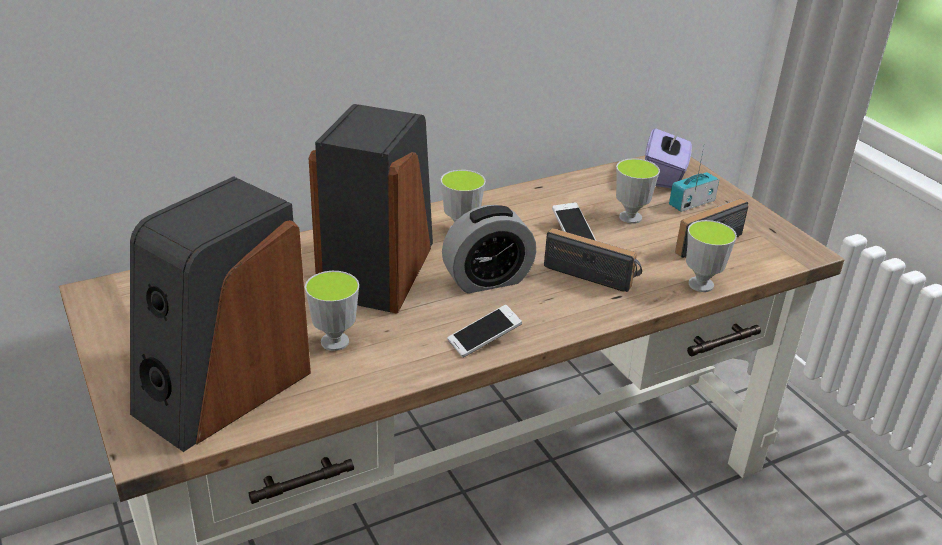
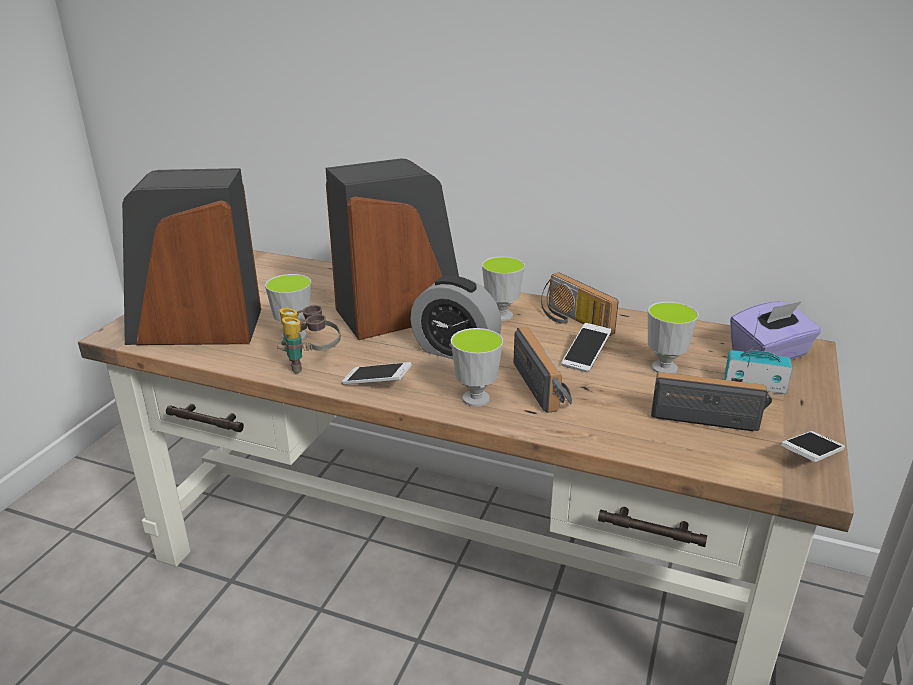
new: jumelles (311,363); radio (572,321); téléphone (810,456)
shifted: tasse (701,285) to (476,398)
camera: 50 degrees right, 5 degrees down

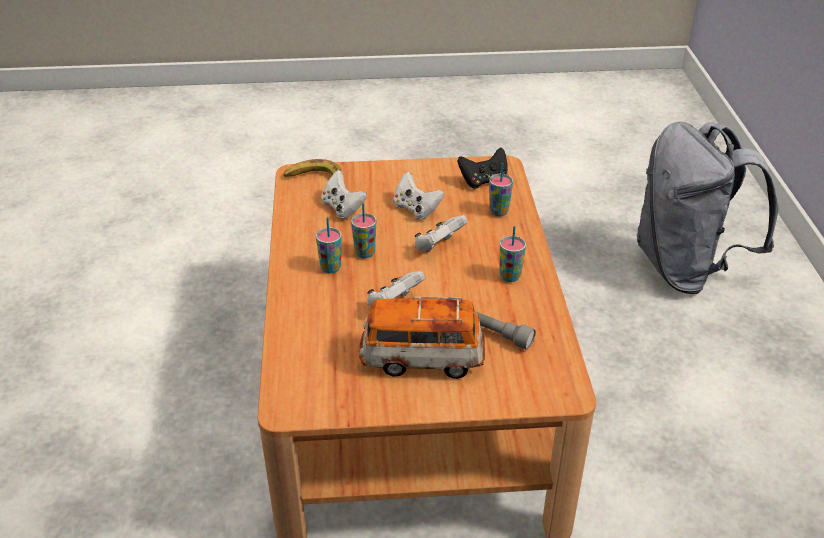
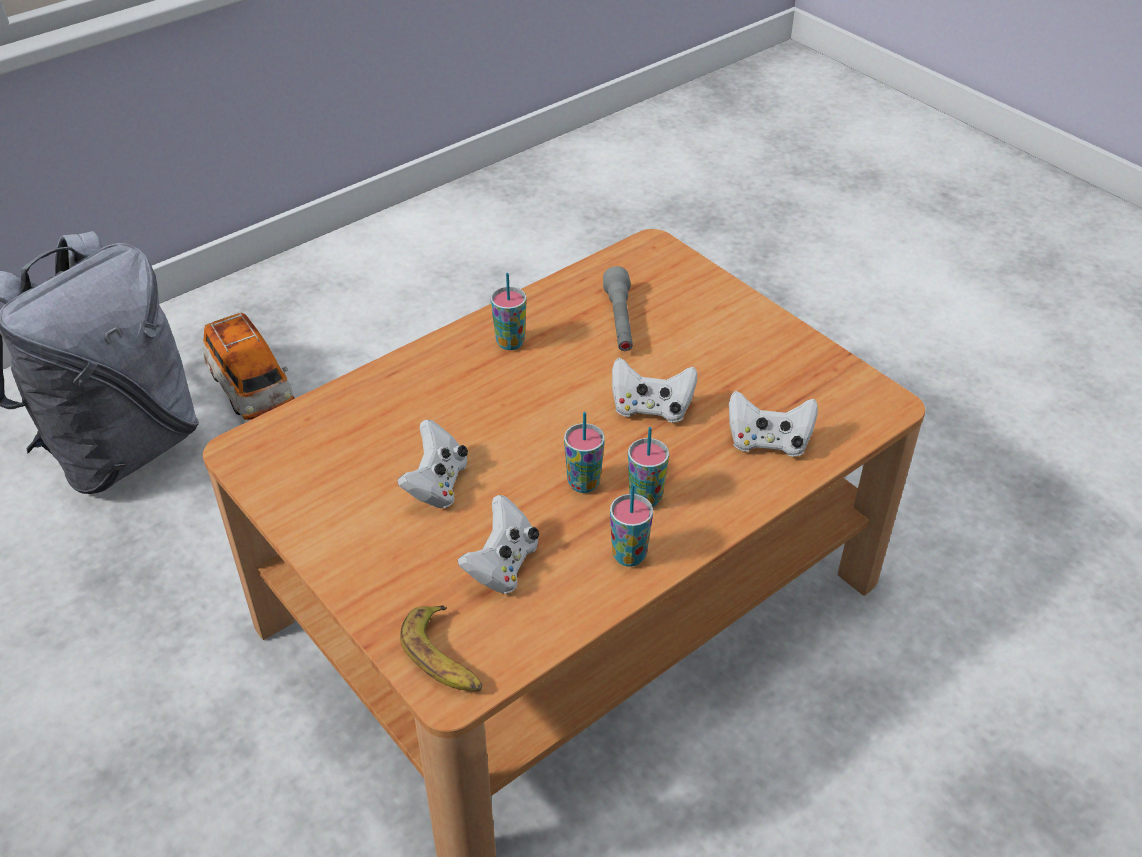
gone: manette [noir] (483,181)
shifted: petite voiture (421,359) to (251,389); manette [blanc] (438,246) to (768,442); tasse (498,212) to (629,555)
camera: 125 degrees left, 5 degrees up

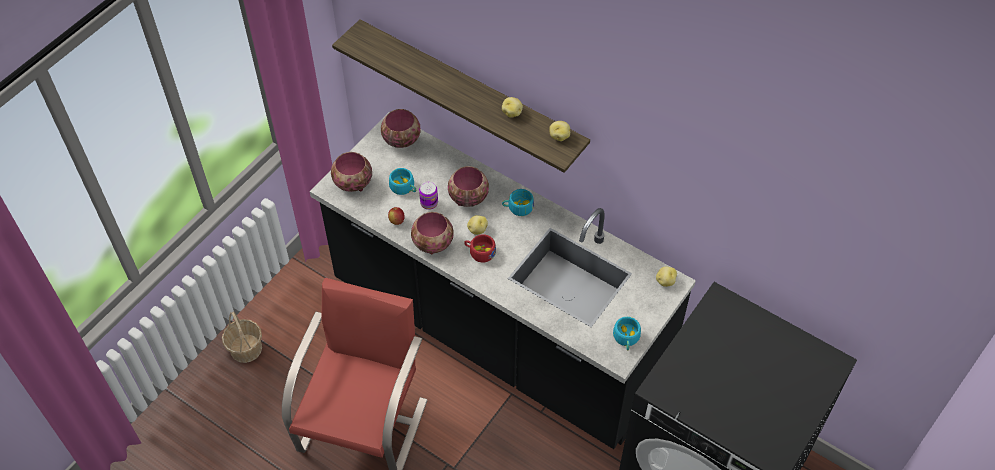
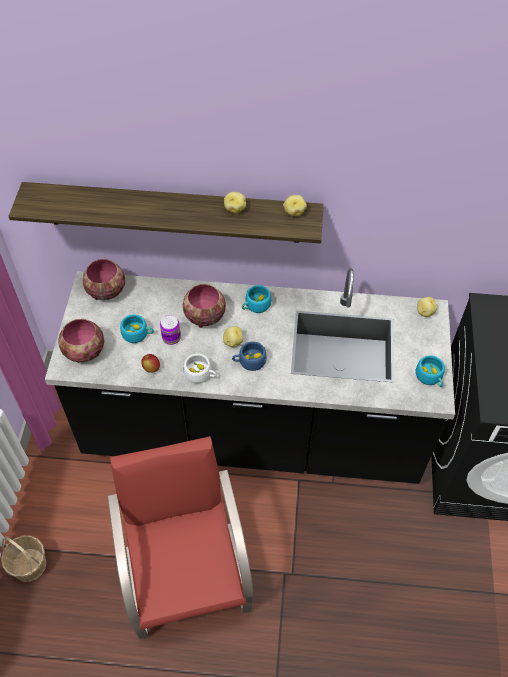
swapped: bol (433,244) to tasse [blanc] (201,374)
repainted: tasse [rouge] (479,252) to tasse [bleu] (249,361)
camera: 30 degrees left, 0 degrees up

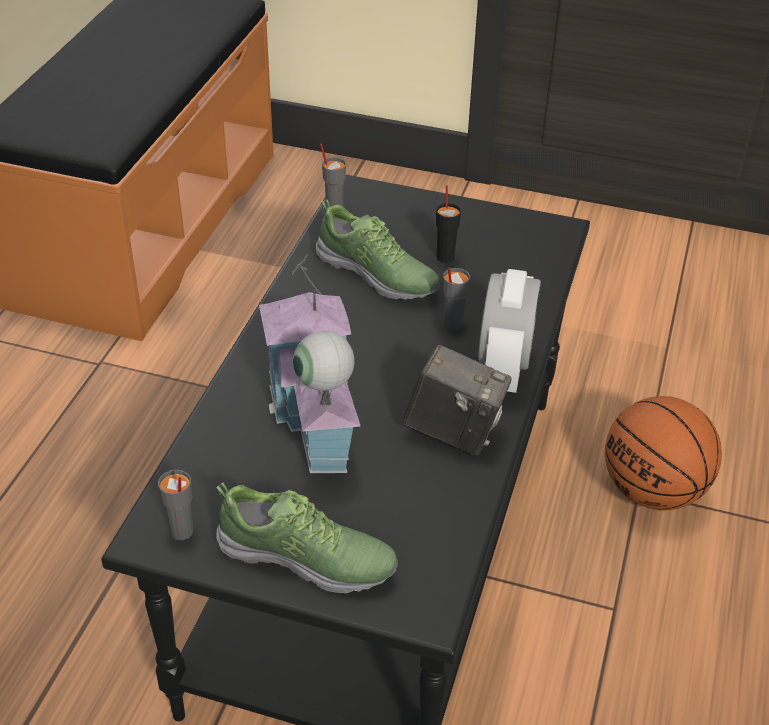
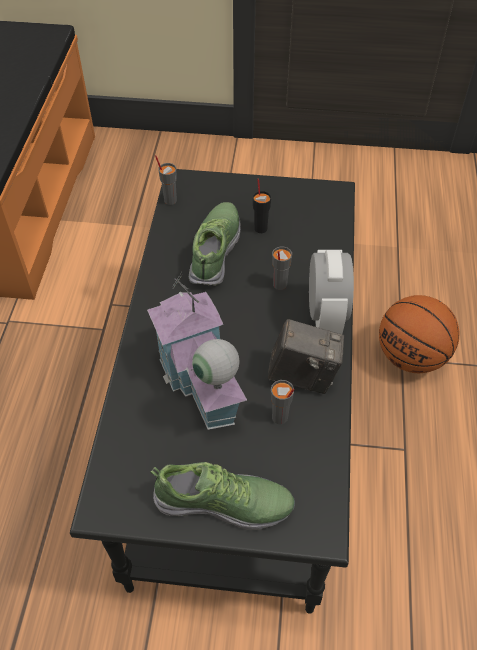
shifted: tasse [gris] (181,532) to (280,418)
rotated: chaussure (378,274) = (215,251) 105 degrees counterclockwise
camera: 10 degrees left, 10 degrees up

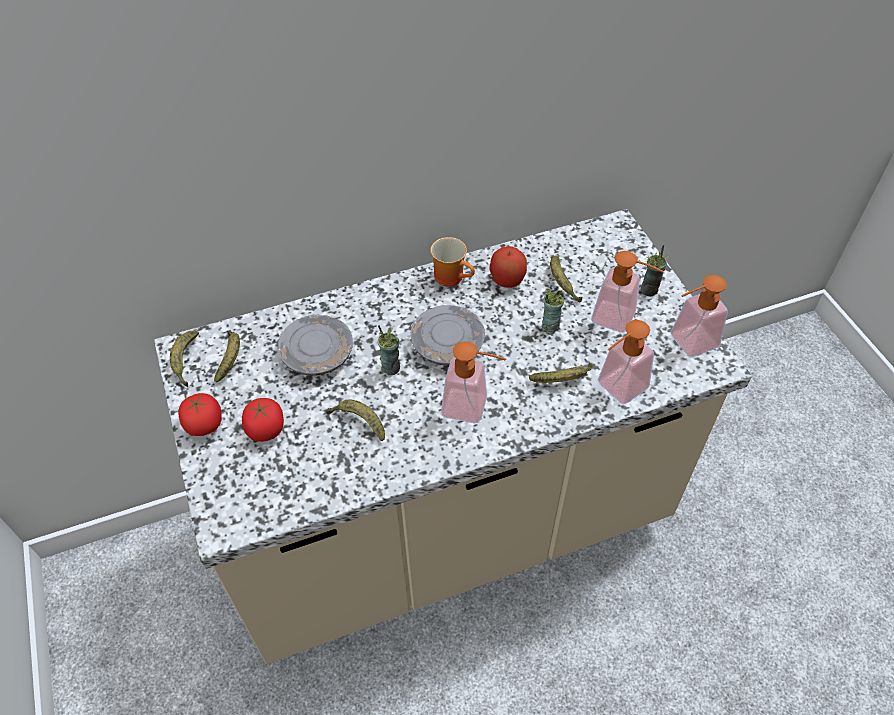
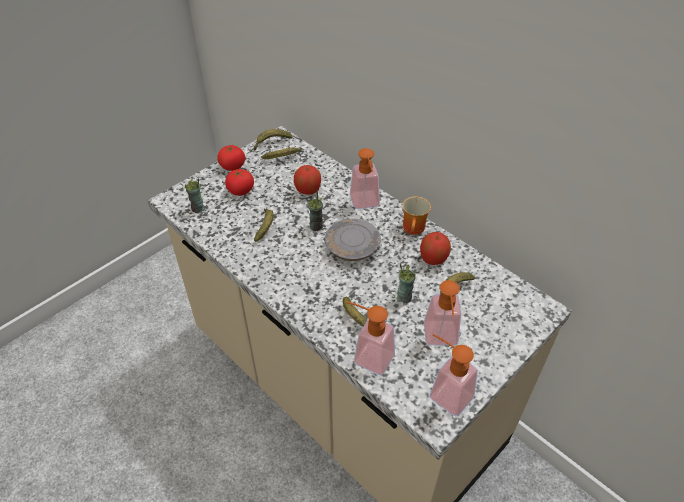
shifted: distributeur de savon (473,408) to (365,204); tasse (649,290) to (198,209)
swapped: assiette [gris] (317,354) to pomme (308,190)
camera: 65 degrees right, 5 degrees down

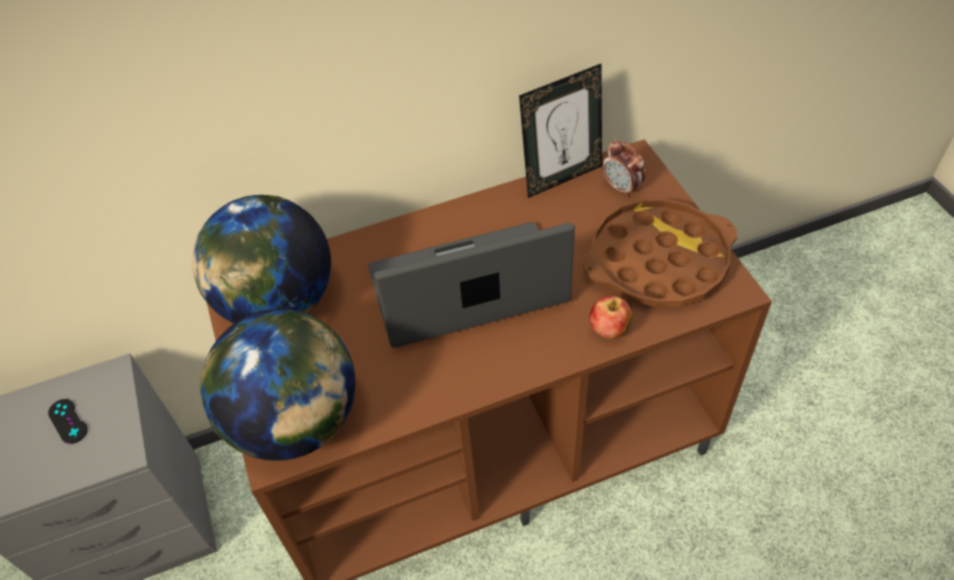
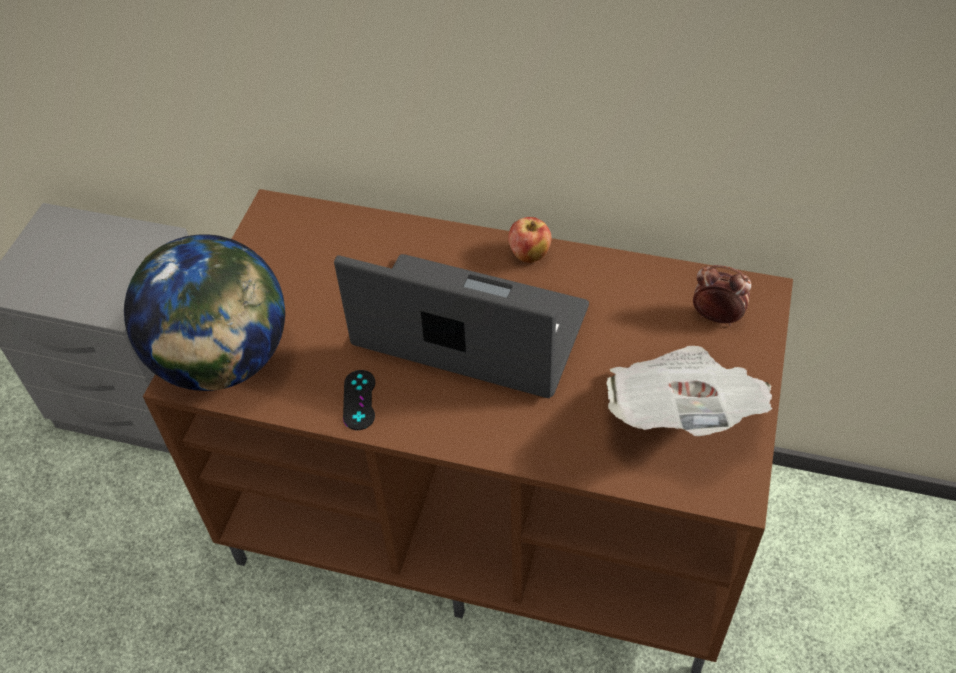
gone: globe (278,304); cadre photo (561,177)
shifted: manette [noir] (68,421) to (359,400); pomme (608,330) to (529,255)
swapped: plateau [marron] (657,261) to journal (681,413)
rotated: réveil (621,188) = (716,317) 120 degrees clockwise
camera: 35 degrees right, 0 degrees up

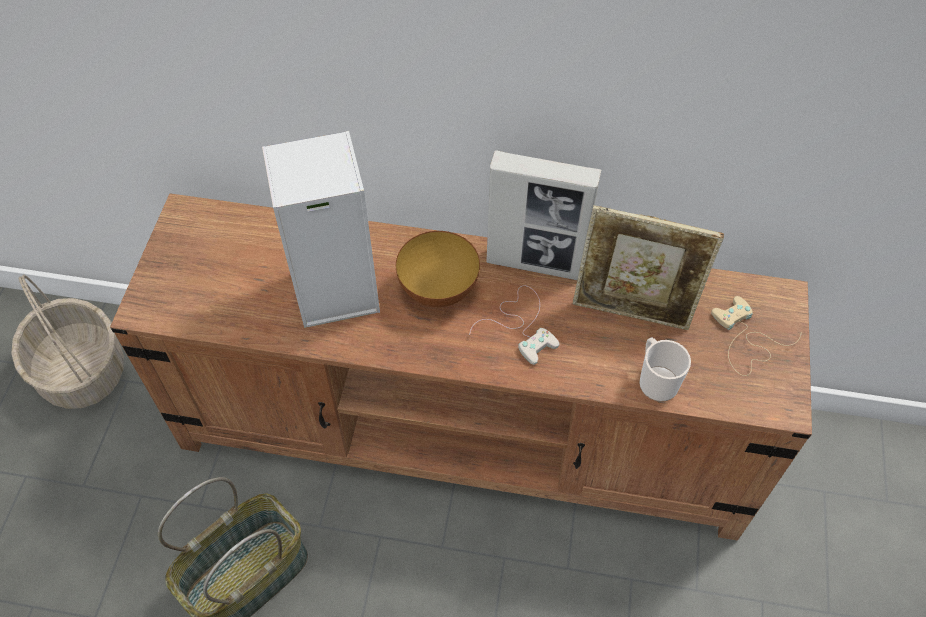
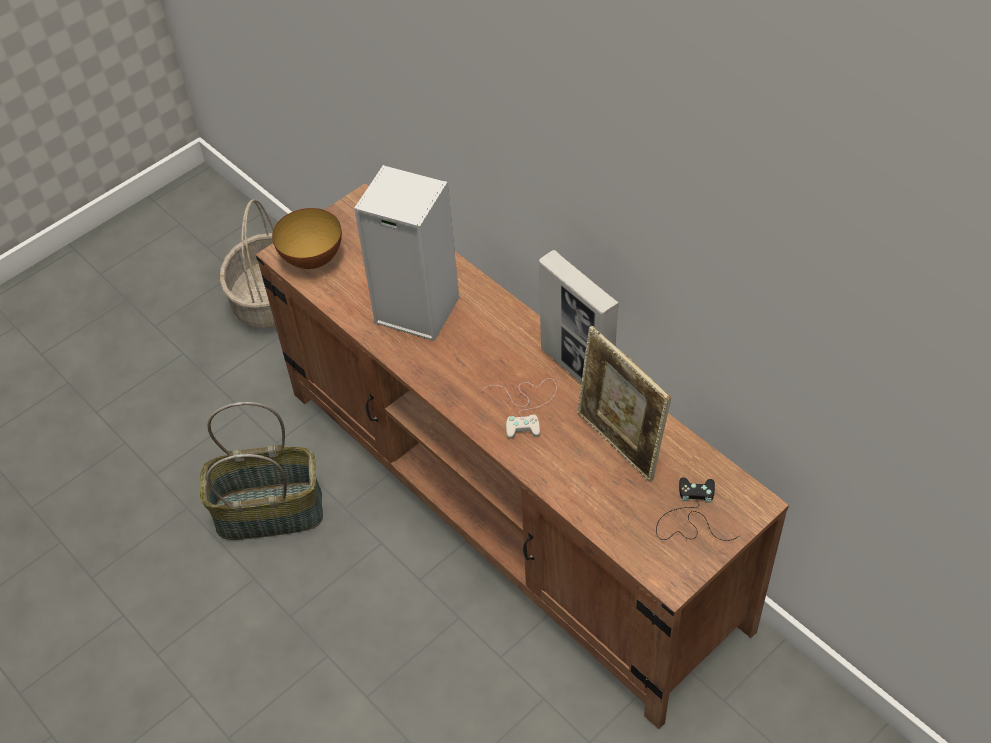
gone: mug (656,380)
shifted: bol (438,291) to (312,259)
repainted: manette [beige] (746,340) to manette [noir] (690,516)
camera: 40 degrees right, 5 degrees down

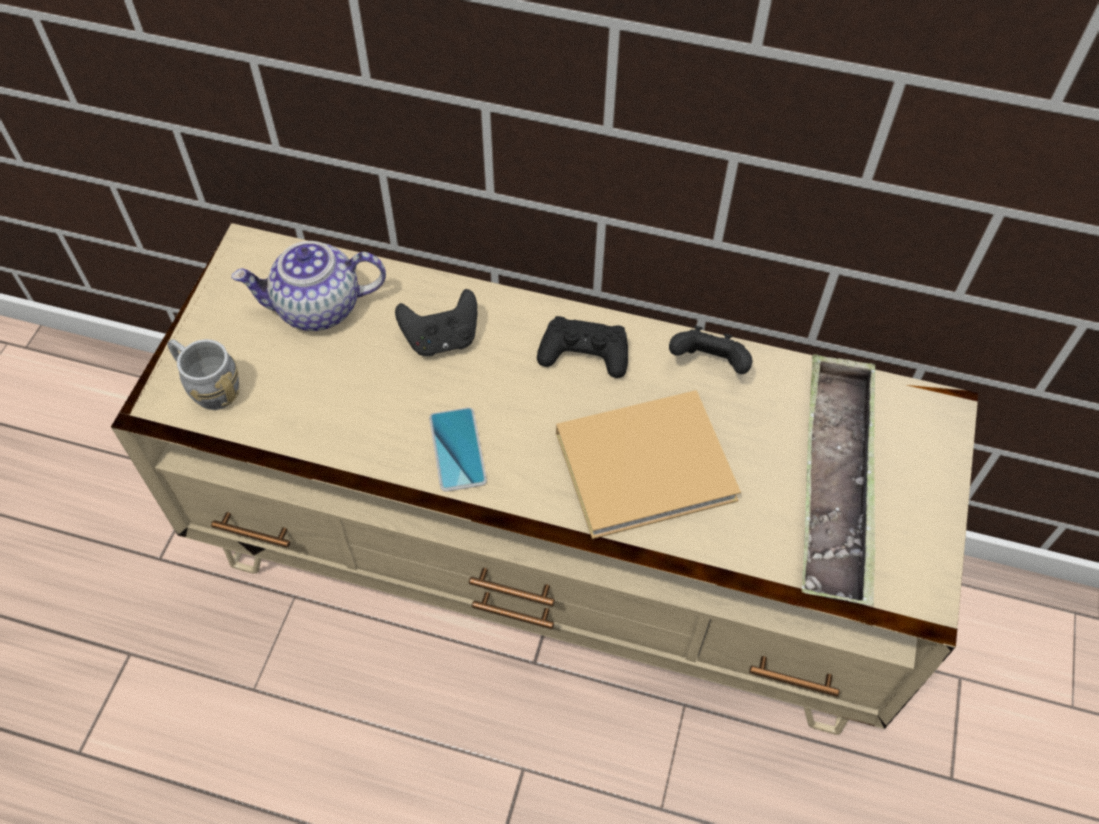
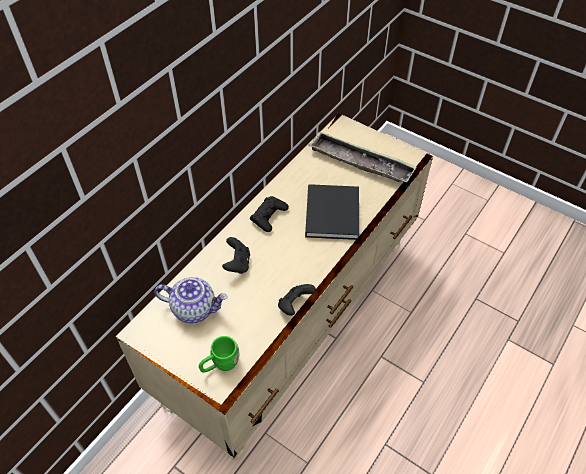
gone: téléphone (457,449)
shifted: manette [noir] (709,365) to (294,305)
repainted: mug [gris] (208,387) to mug [vert] (220,365); livre [beige] (650,465) to livre [noir] (332,212)
rotated: théière (318,308) = (194,308) 90 degrees counterclockwise
camera: 70 degrees left, 5 degrees down

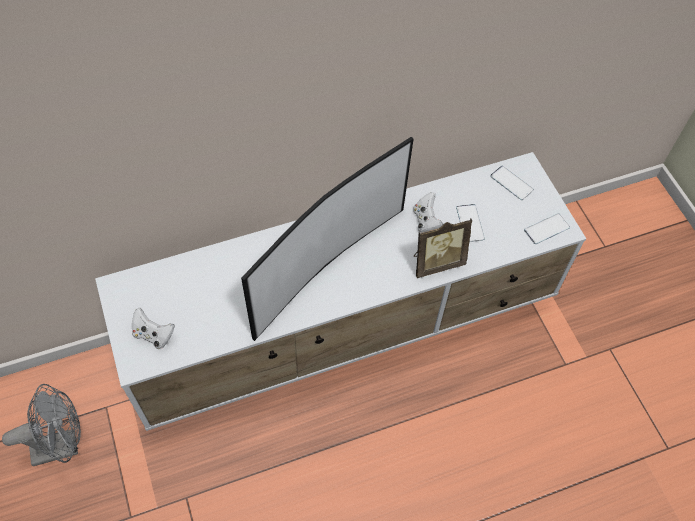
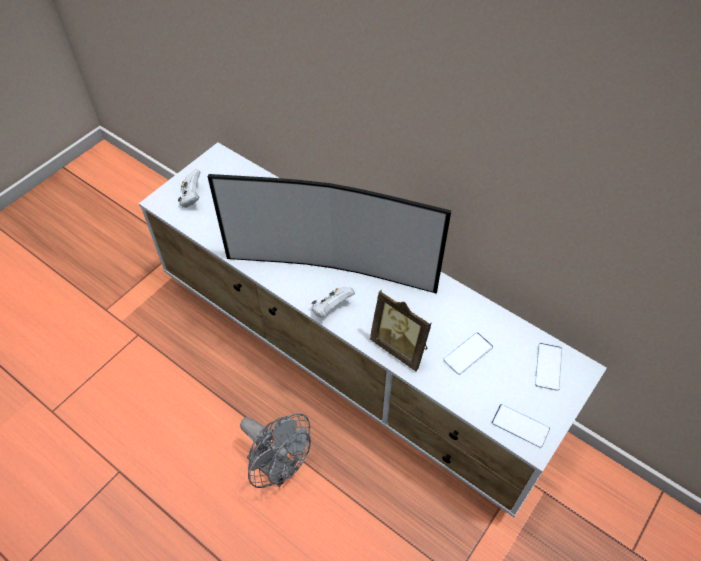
shifted: ventilateur [gris] (62,445) to (279,468); manette [blanc] (426,221) to (331,308)
camera: 60 degrees right, 5 degrees down

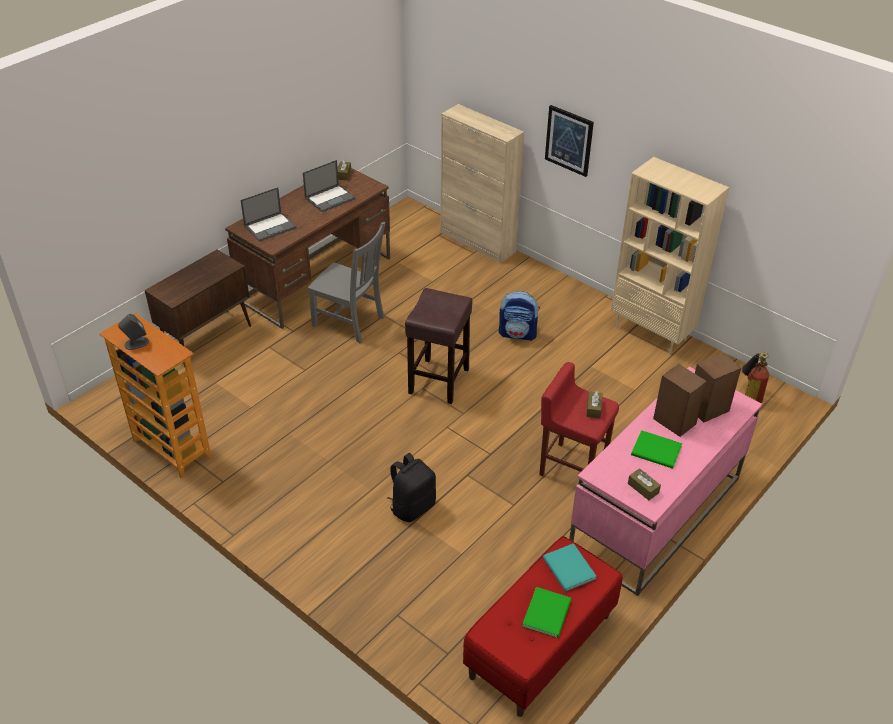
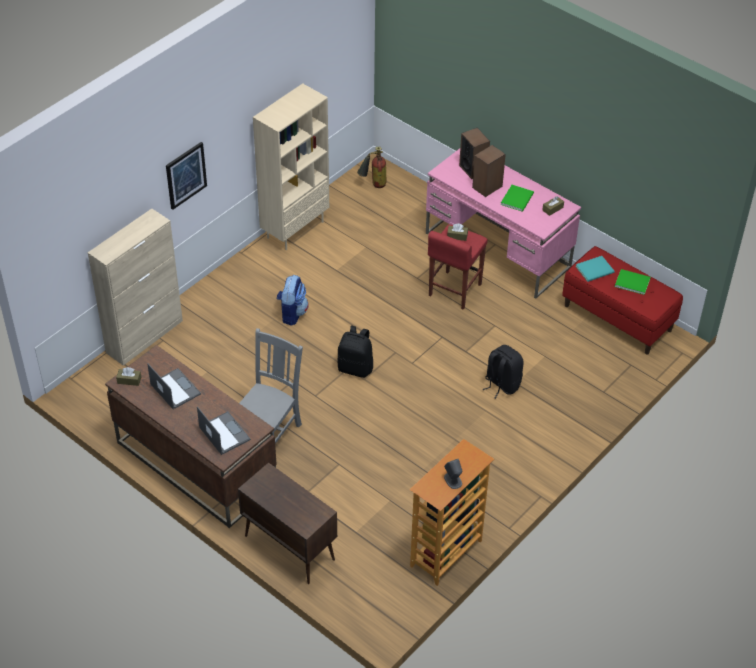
swapped: tabouret [marron] (438,382) to sac à dos [noir] (356,368)
camera: 90 degrees left, 5 degrees up

